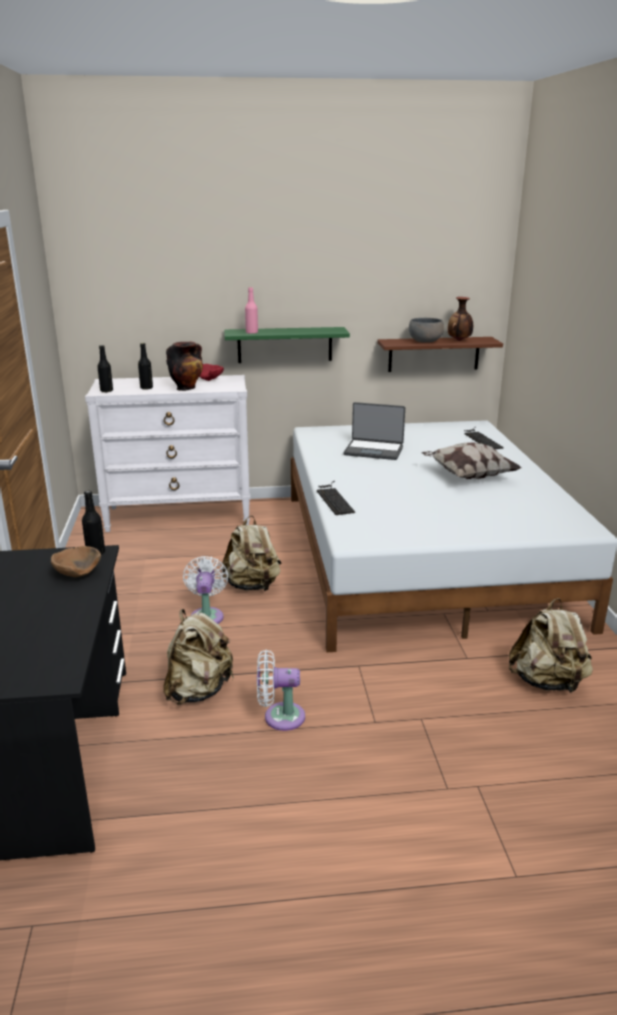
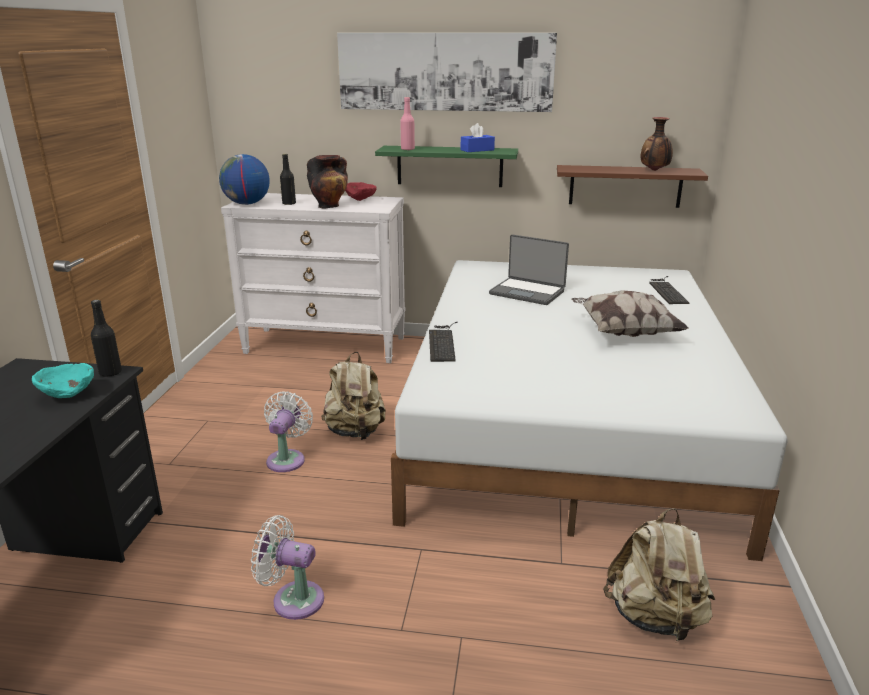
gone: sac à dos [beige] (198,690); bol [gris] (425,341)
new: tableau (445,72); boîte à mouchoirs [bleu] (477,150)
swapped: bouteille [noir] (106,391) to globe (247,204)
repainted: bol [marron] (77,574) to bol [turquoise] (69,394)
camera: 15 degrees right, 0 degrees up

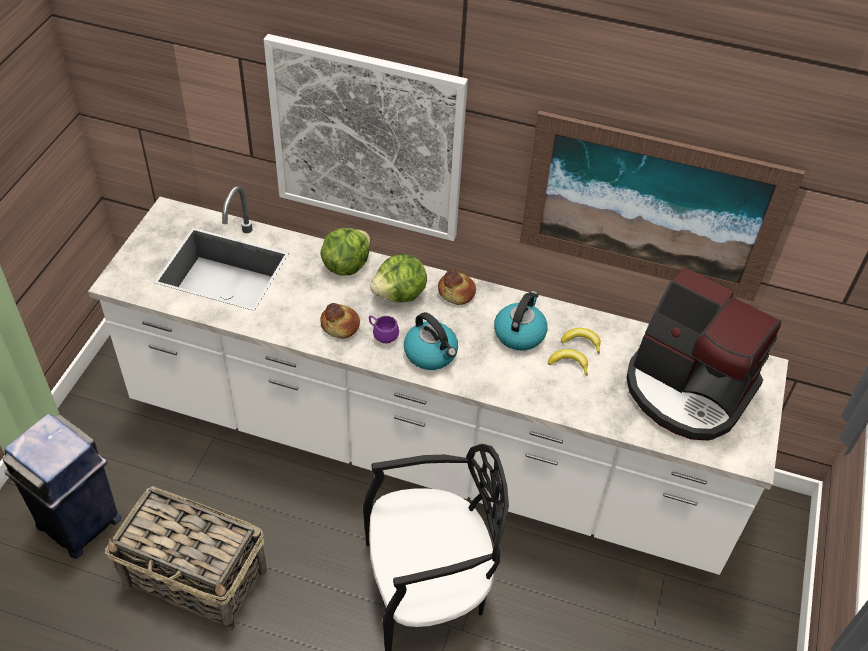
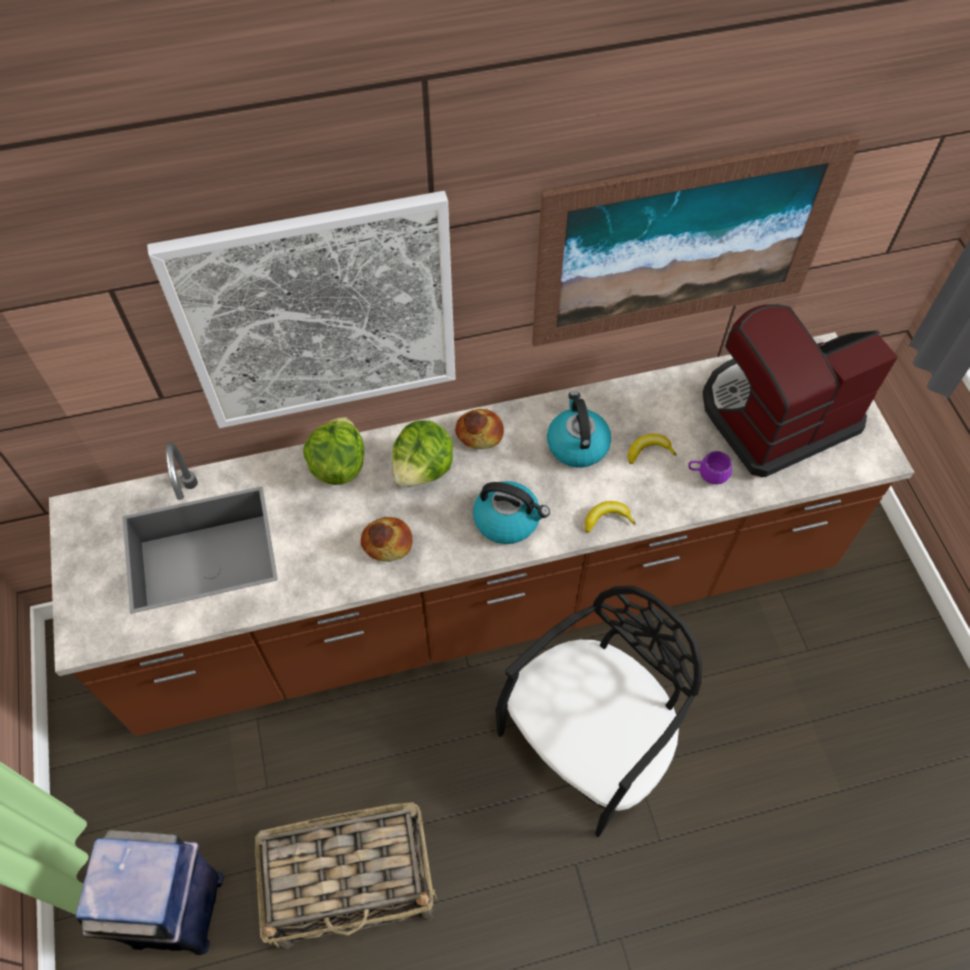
shifted: mug [violet] (382,335) to (707,475); banane (581,342) to (607,519)
repainted: comptoir de cuisine [blanc] (426,449) to comptoir de cuisine [marron] (485,597)
rotated: machine à café (688,389) = (774,415) 150 degrees clockwise
camera: 30 degrees left, 10 degrees up

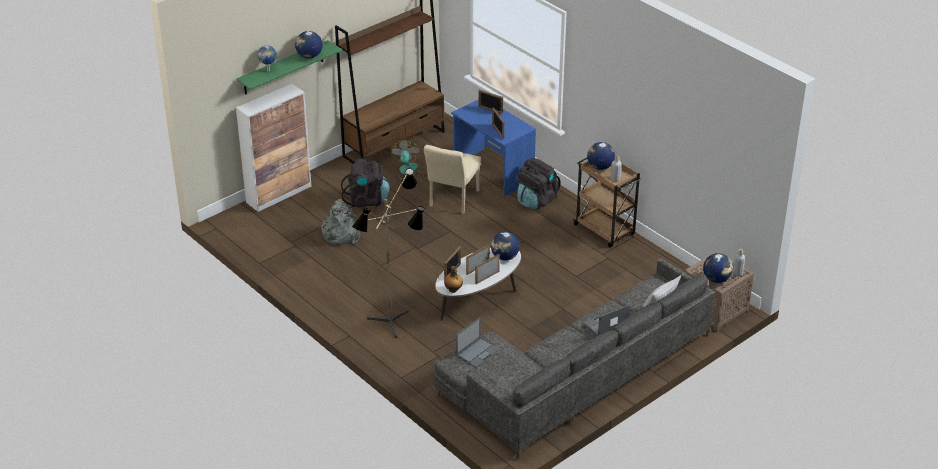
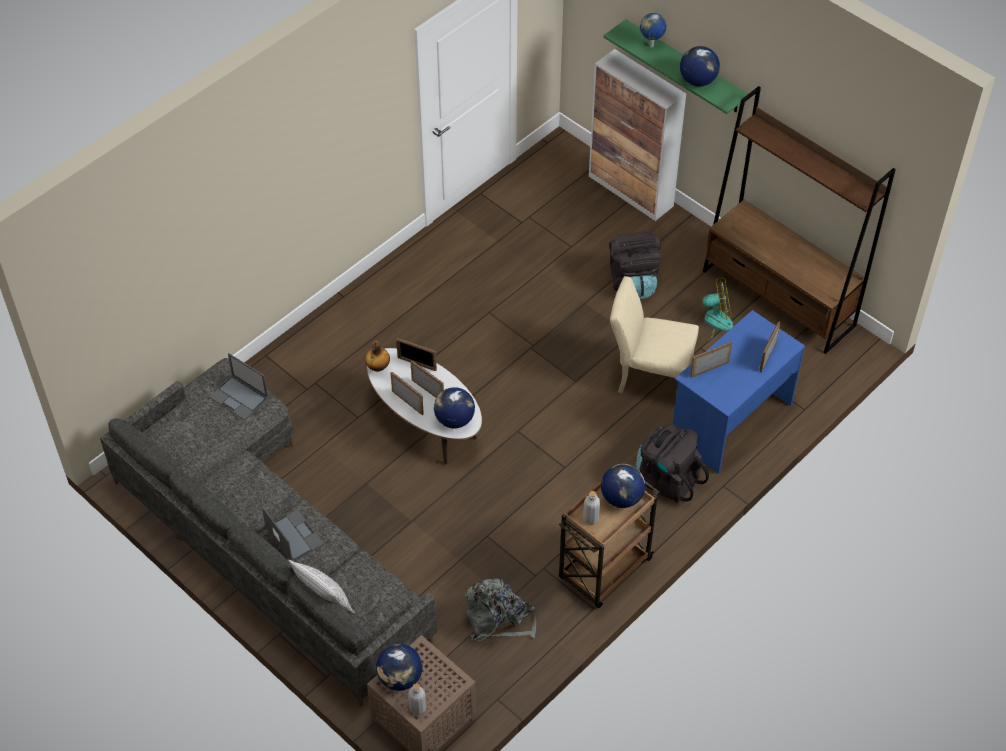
gone: lampadaire (394,324)
shifted: sac à dos [gris] (342,233) to (498,618)
camera: 85 degrees right, 15 degrees up

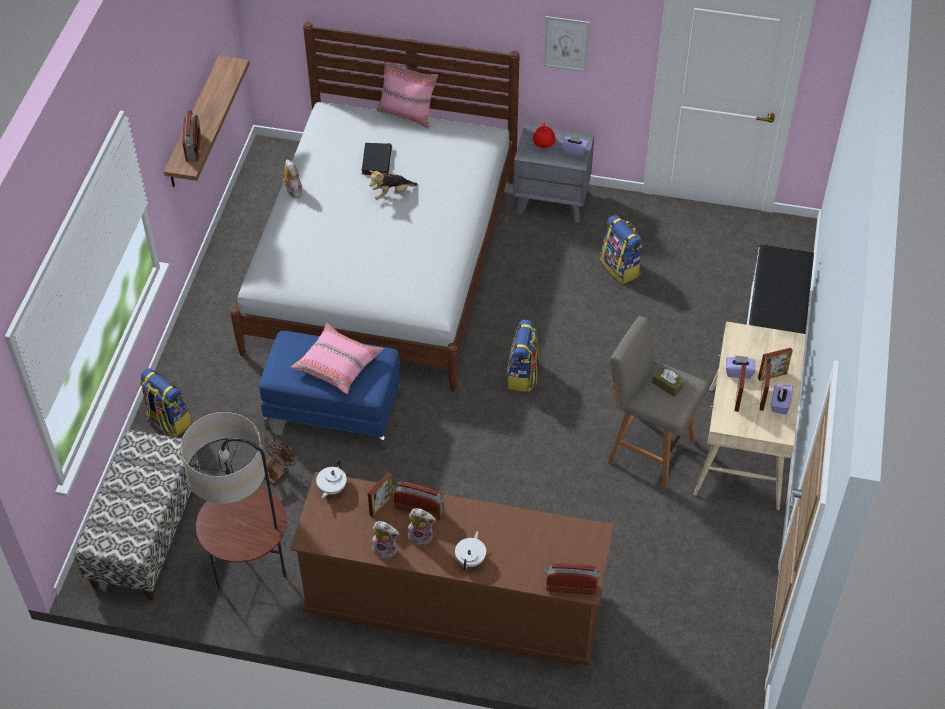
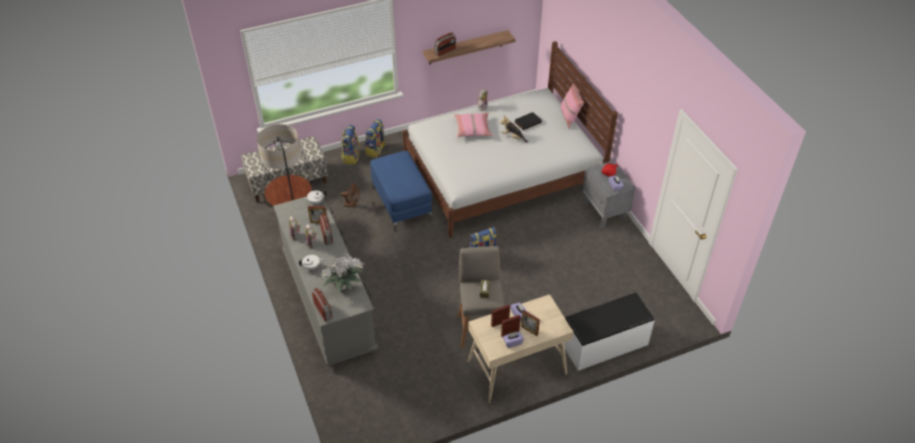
gone: tableau (566,44)
new: plante en pot (344,287)
shifted: coussin [rose] (337,364) to (473,129); sac à dos (621,268) to (376,150)
repainted: commode [marron] (454,603) to commode [gris] (329,300)
camera: 55 degrees right, 5 degrees down

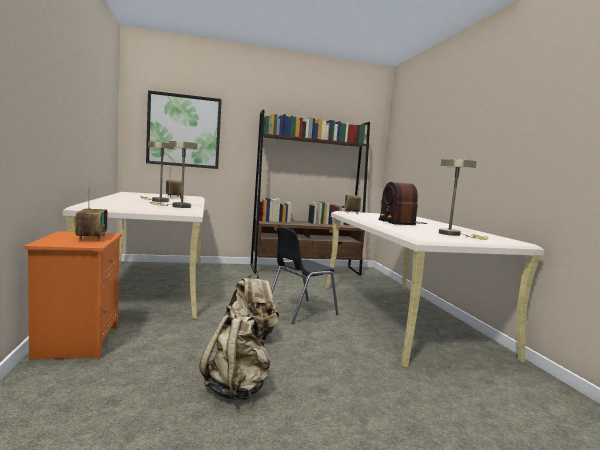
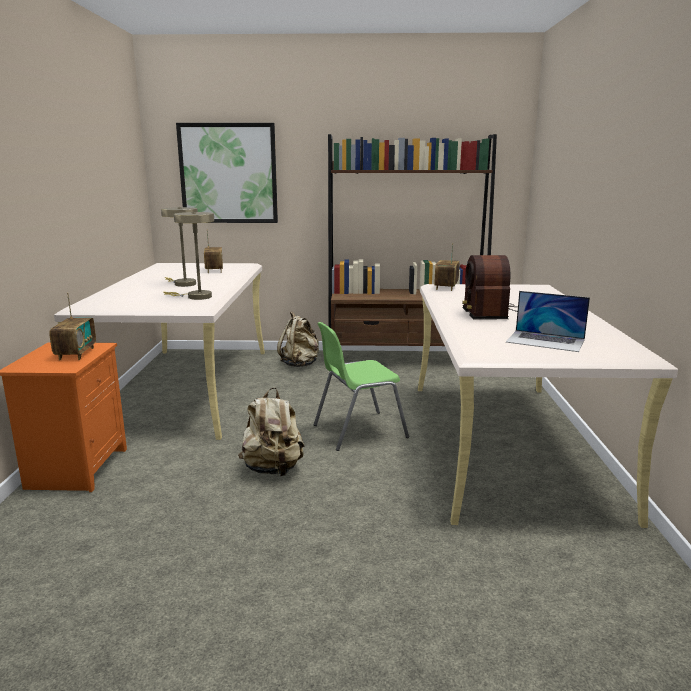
shifted: sac à dos [beige] (236,389) to (300,364)
swapped: lampe de table [beige] (453,234) to ordinateur portable (545,340)
repainted: chaise [noir] (299,311) to chaise [vert] (358,431)
camera: 15 degrees right, 10 degrees up

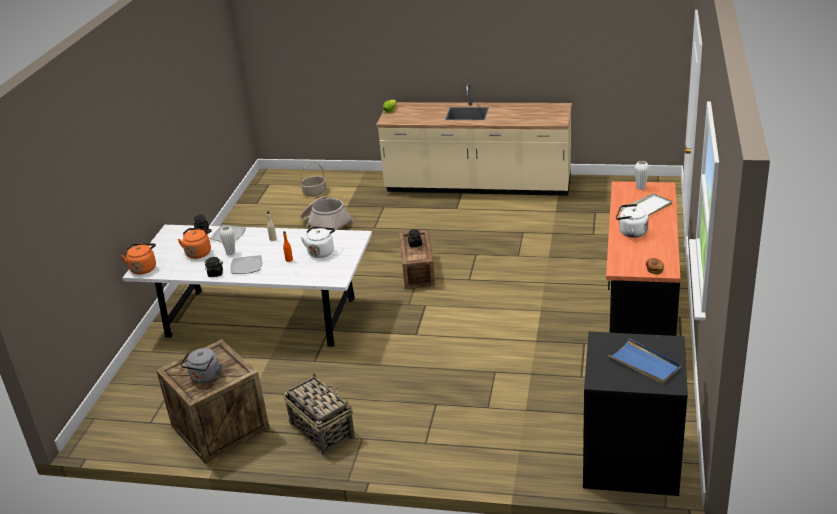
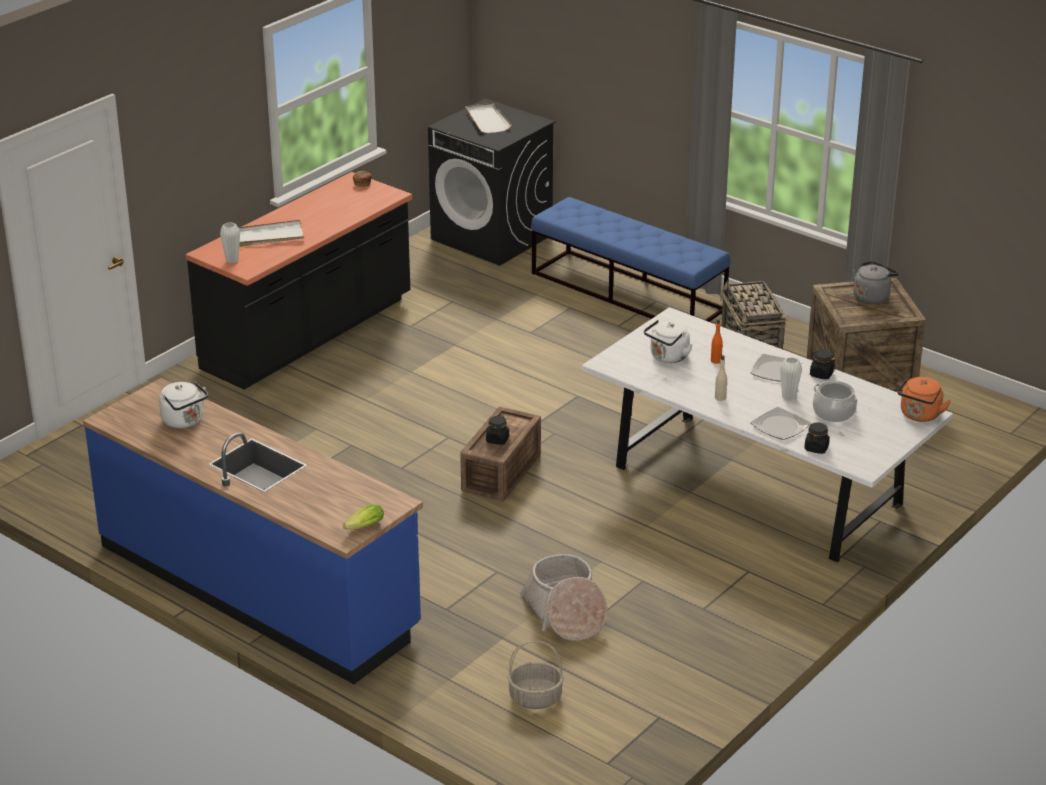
new: banc [bleu] (628,292)
shifted: bouilloire [blanc] (630,232) to (184,421)
swapped: bouilloire [orange] (199,252) to marmite (833,413)
repainted: comptoir de cuisine [beige] (478,186) to comptoir de cuisine [bleu] (258,587); plateau [bleu] (644,363) to plateau [blanc] (487,120)
camera: 155 degrees left, 0 degrees up

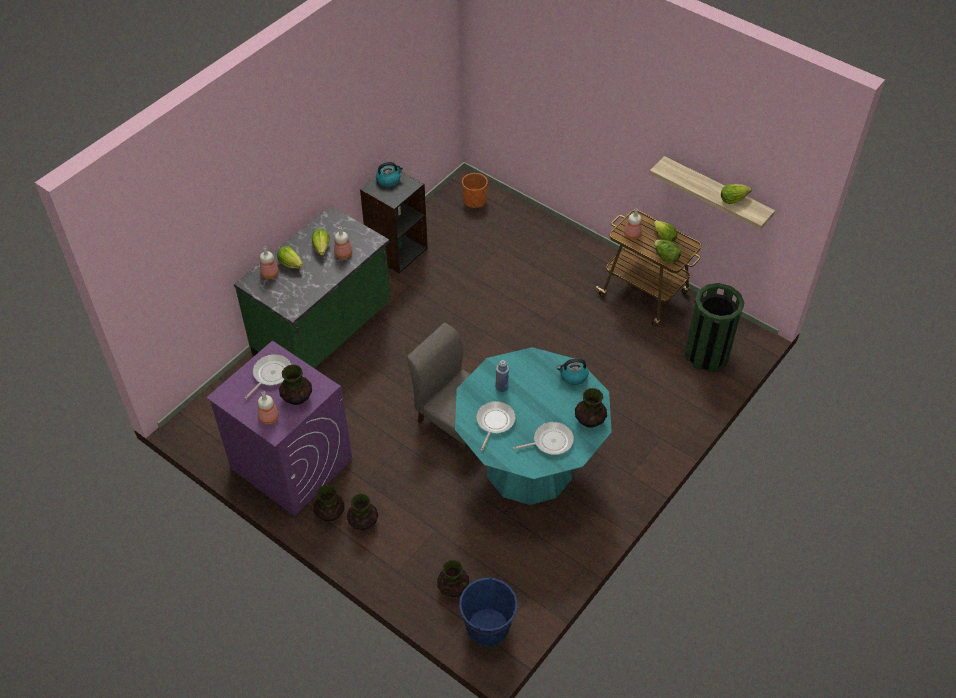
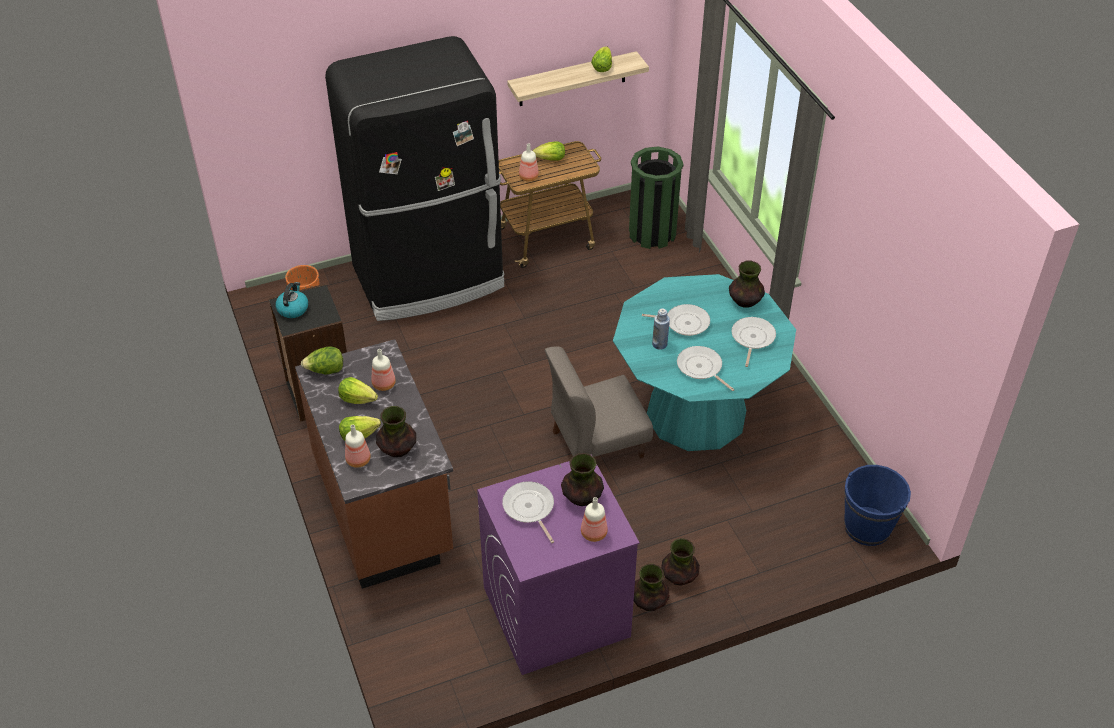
gone: bouilloire (573,376)
new: réfrigérateur [noir] (430,278); poêle (684,323)
shifted: vase (453,588) to (397,449); laitue (665,257) to (325,371)
repainted: comptoir de cuisine [vert] (324,331) to comptoir de cuisine [marron] (384,506)
camera: 60 degrees left, 5 degrees down

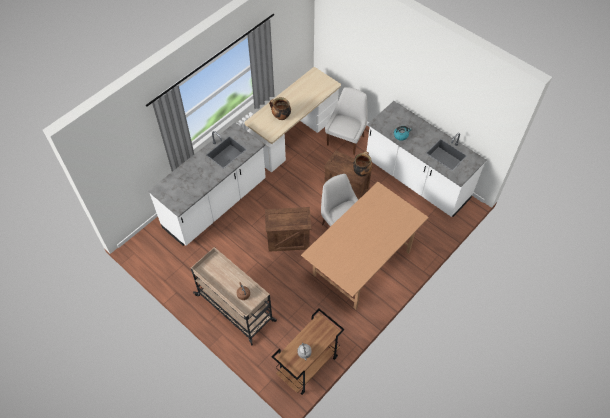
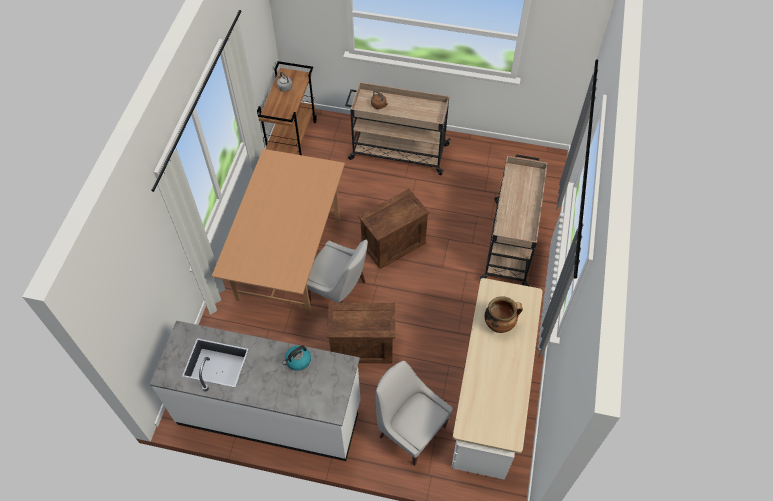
gone: marmite (361,172)
swapped: comptoir de cuisine [blanc] (215,205) to chariot [beige] (510,242)
rotated: chaise [blanc] (346,139) = (410,430) 135 degrees clockwise
camera: 150 degrees right, 0 degrees up

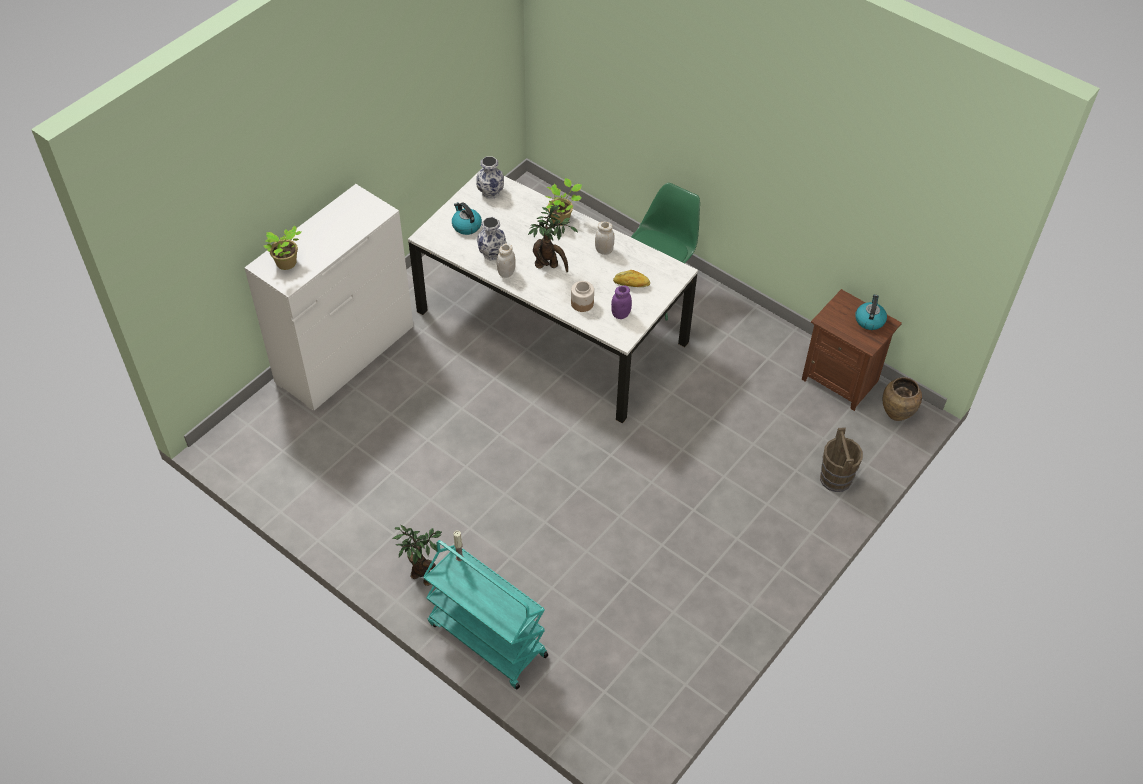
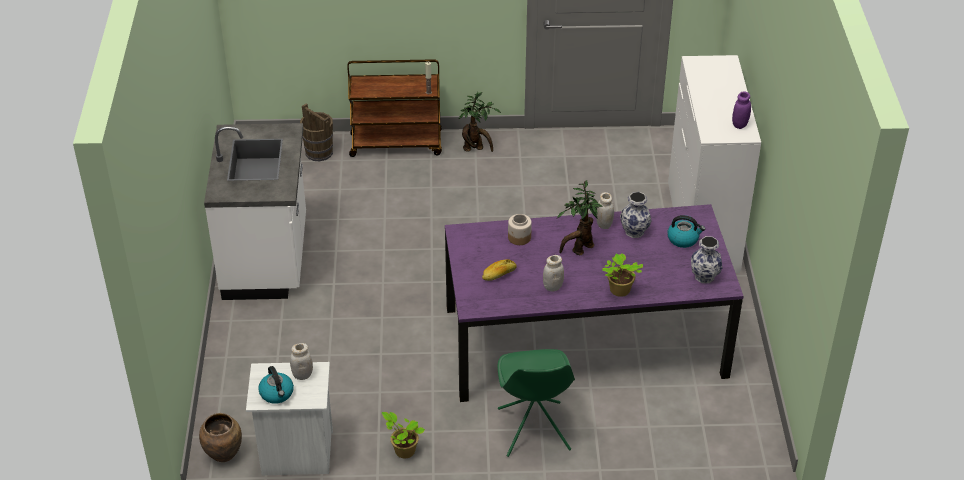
new: comptoir de cuisine [blanc] (267,259); bocal [blanc] (302,375)
shifted: plante en pot (287,264) to (403,450); bocal [violet] (620,314) to (740,124); seau [marron] (835,478) to (319,152)
repainted: table à manger [blanc] (552,327) to table à manger [violet] (583,342); chariot [turquoise] (486,639) to chariot [marron] (397,144); table de chevet [marron] (841,379) to table de chevet [blanc] (296,454)
camera: 140 degrees right, 10 degrees down

